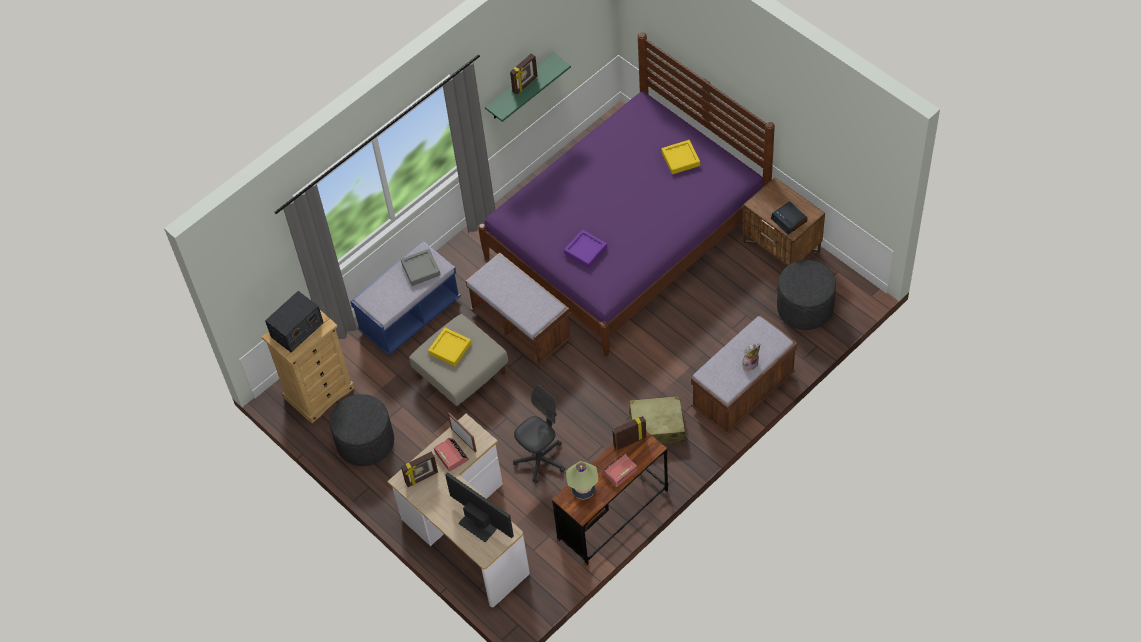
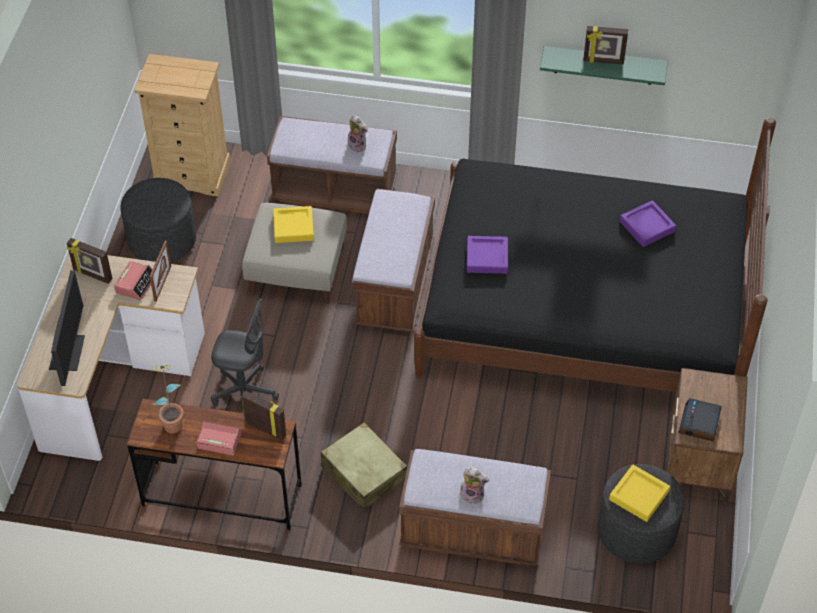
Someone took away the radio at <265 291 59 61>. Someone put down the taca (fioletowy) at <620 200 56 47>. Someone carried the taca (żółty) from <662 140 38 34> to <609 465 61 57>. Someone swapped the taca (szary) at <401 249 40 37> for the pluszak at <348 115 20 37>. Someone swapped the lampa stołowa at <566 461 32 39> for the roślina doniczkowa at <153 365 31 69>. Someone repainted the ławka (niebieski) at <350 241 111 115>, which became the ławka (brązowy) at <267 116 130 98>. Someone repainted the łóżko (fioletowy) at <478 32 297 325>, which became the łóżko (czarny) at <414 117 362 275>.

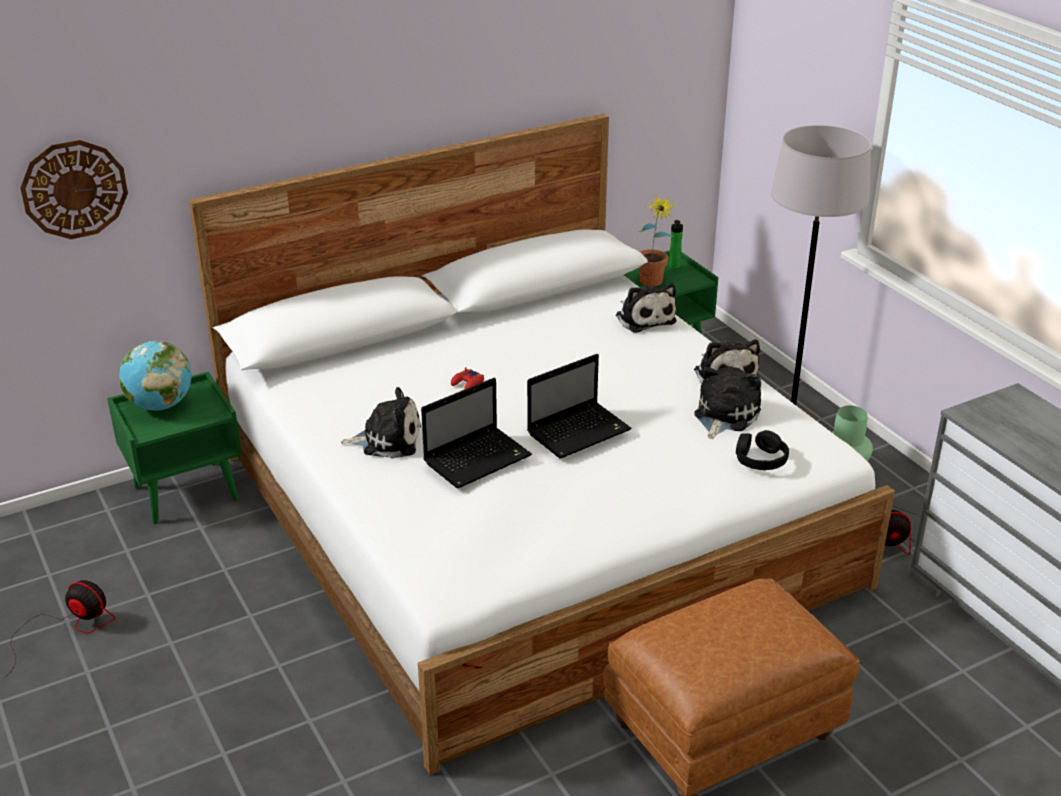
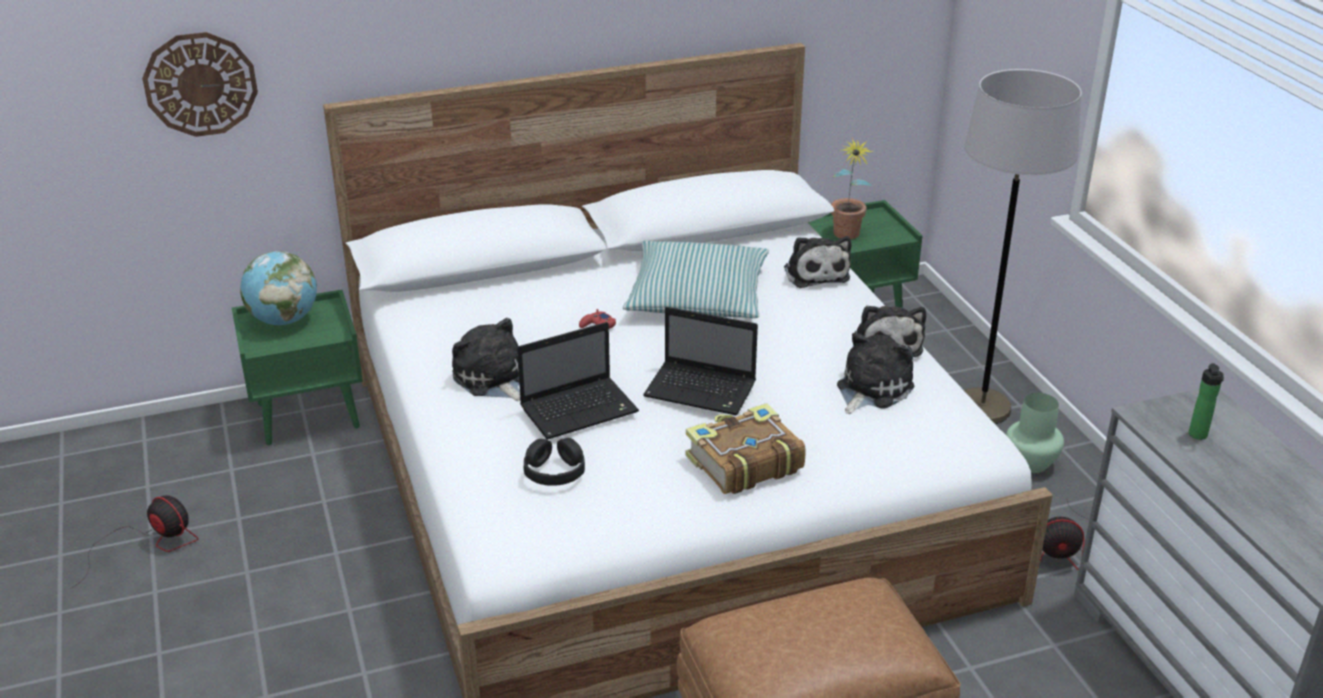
Someone put down the poduszka at <623 241 146 77>. Someone put down the książka at <686 403 120 91>. Someone carried the butelka from <669 220 14 49> to <1189 363 35 77>. Someone carried the słuchawki (czarny) from <736 430 53 40> to <524 438 61 48>. Someone rotated the pluszak at <340 387 81 72> by 135 degrees counterclockwise. Someone rotated the laptop at <527 354 105 104> by 45 degrees clockwise.

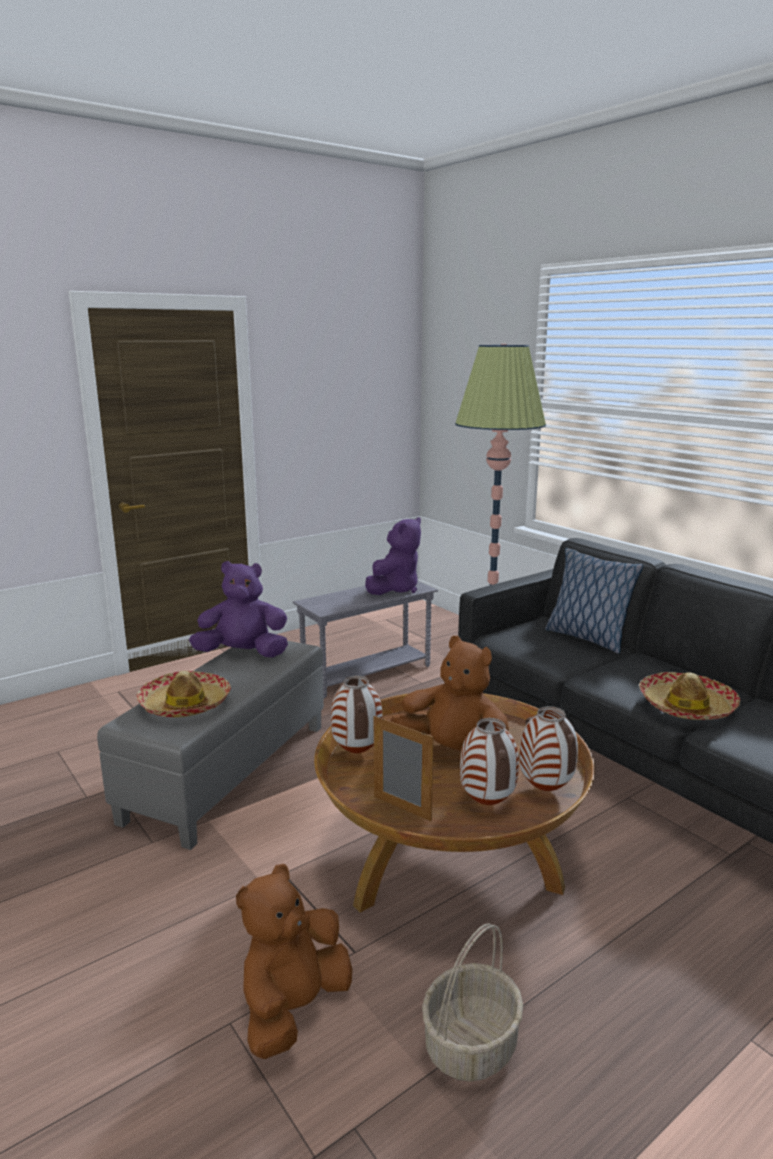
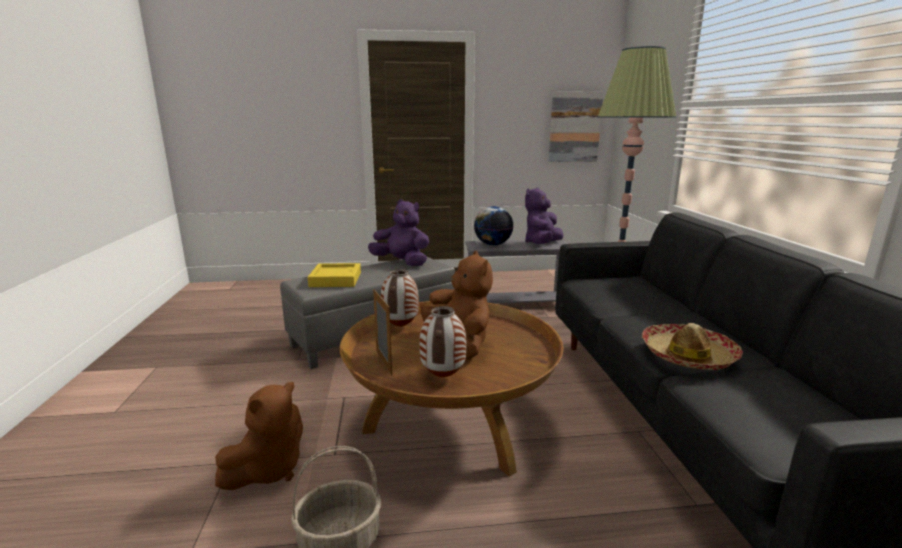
Someone took away the wazon at <520 706 58 85>. Someone took away the poduszka at <545 548 98 105>. Someone put down the globus at <474 206 39 39>. Someone put up the obraz at <549 91 55 71>. Someone swapped the kapelusz at <136 671 95 47> for the taca (żółty) at <308 263 53 24>. Someone rotated the pluszak (brązowy) at <236 864 117 195> by 150 degrees clockwise. Someone rotated the pluszak (fioletowy) at <365 517 56 78> by 150 degrees clockwise.

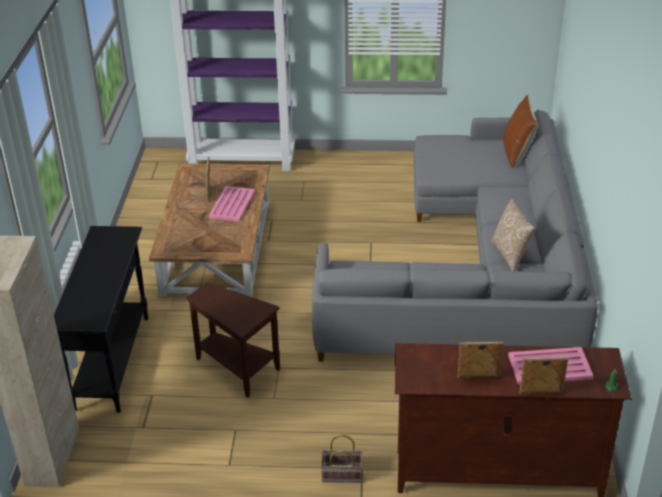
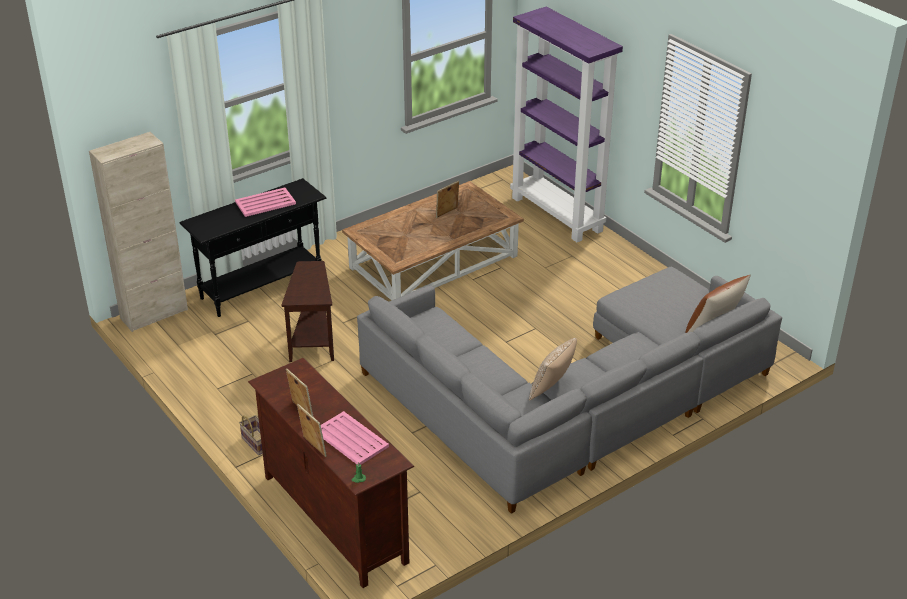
Someone carried the taca (różowy) from <209 186 46 36> to <235 187 61 30>.

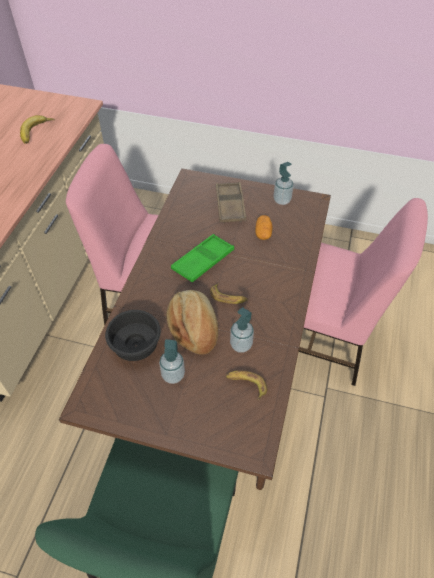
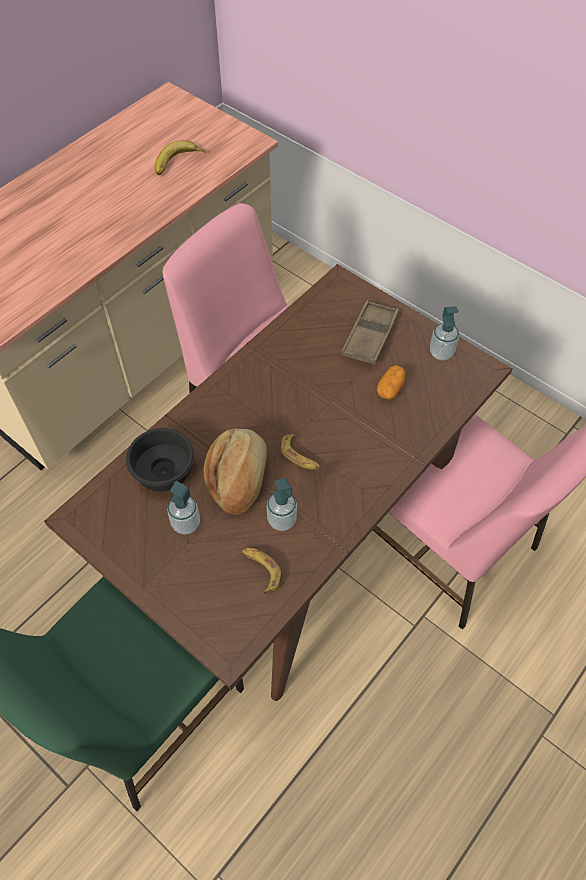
Someone took away the taca (zielony) at <171 234 63 48>.

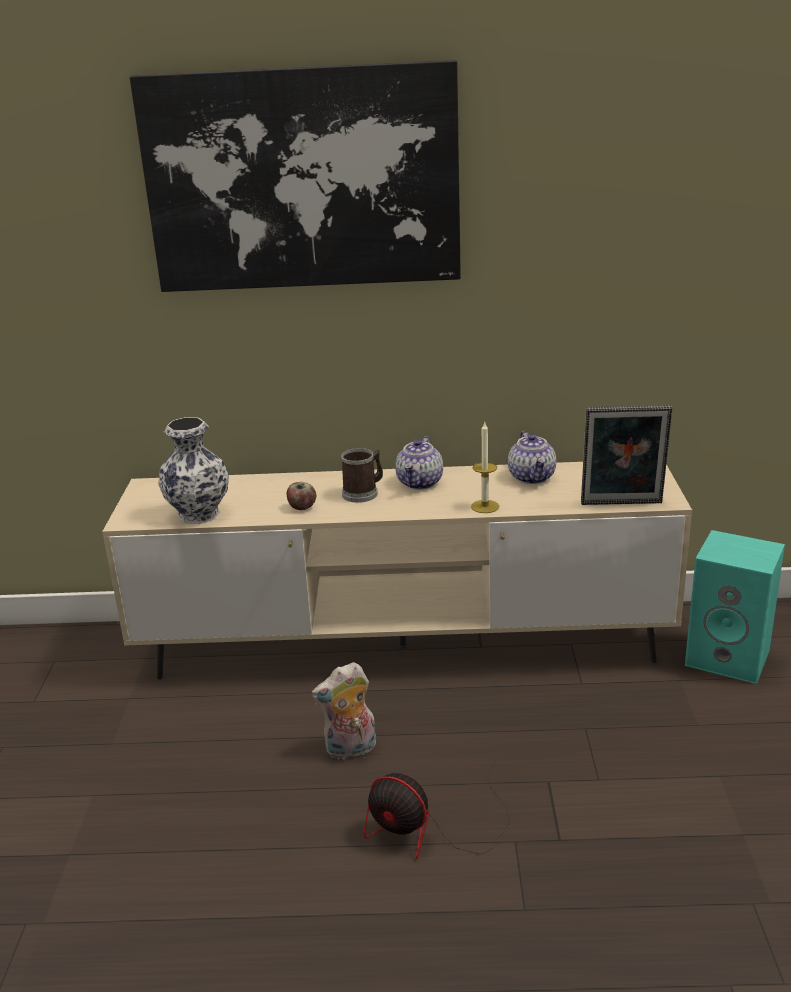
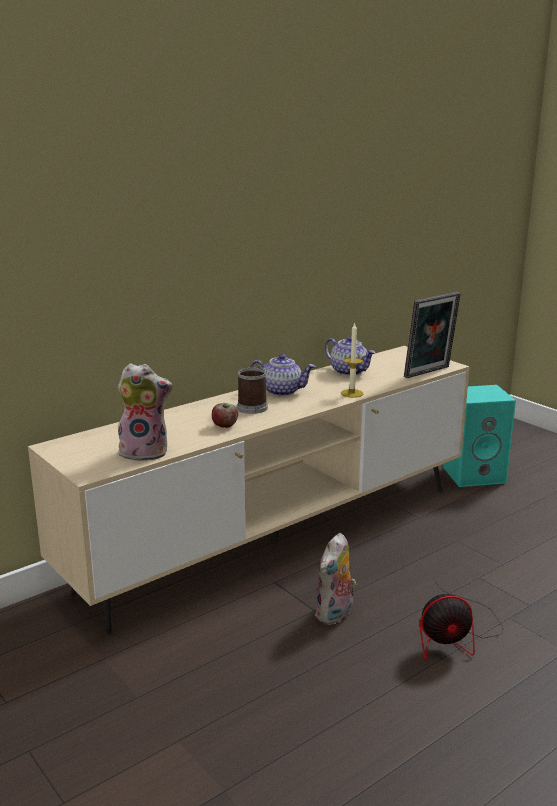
Someone took away the obraz at <130 60 331 232>. Someone swapped the wazon at <158 417 71 107> for the pluszak at <118 363 55 98>. Someone rotated the imbryk at <395 436 48 54> by 60 degrees counterclockwise.

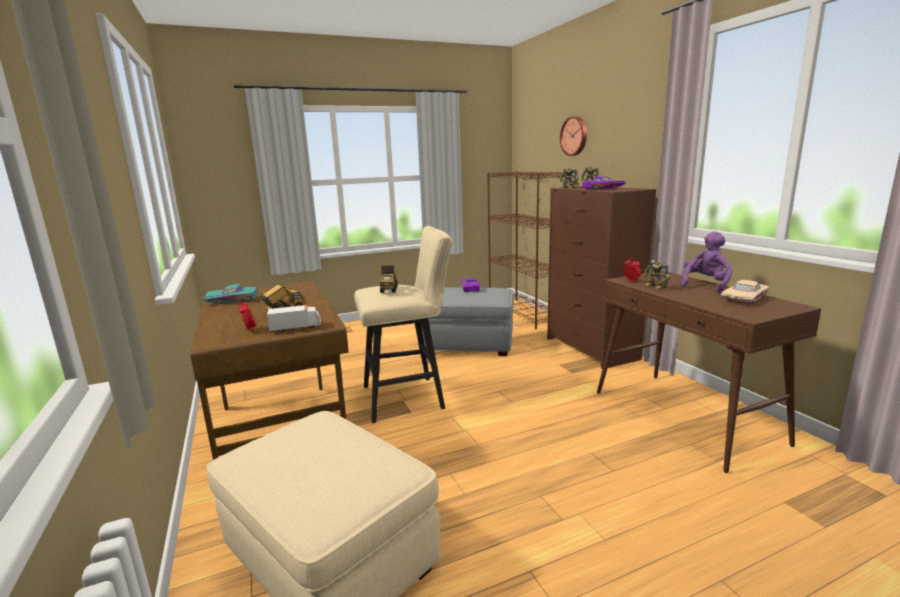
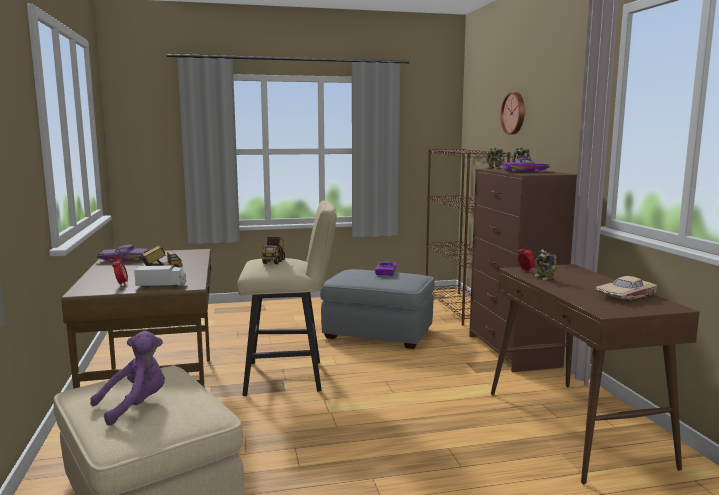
Someone carried the pluszak (fioletowy) from <681 231 52 62> to <90 331 75 95>. Someone repainted the samochodzik (turkusowy) at <202 284 56 20>, which became the samochodzik (fioletowy) at <96 245 53 17>.

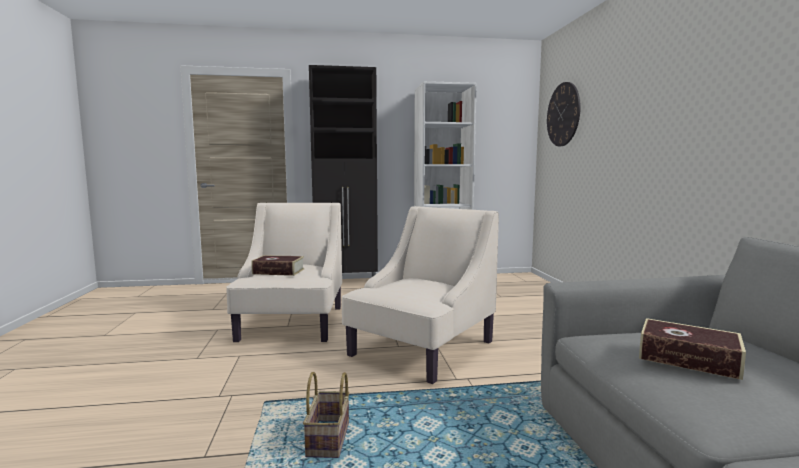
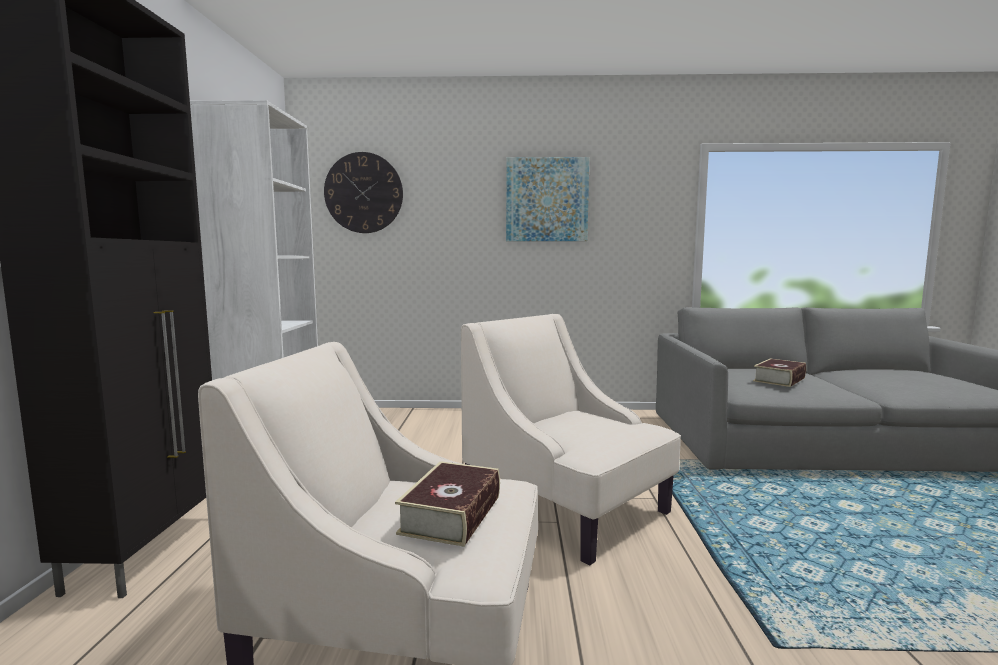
Someone took away the koszyk at <303 372 46 86>. Someone put up the obraz at <506 157 83 84>.

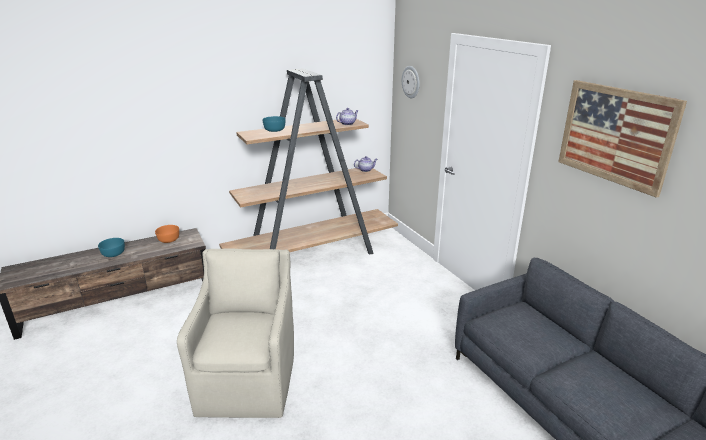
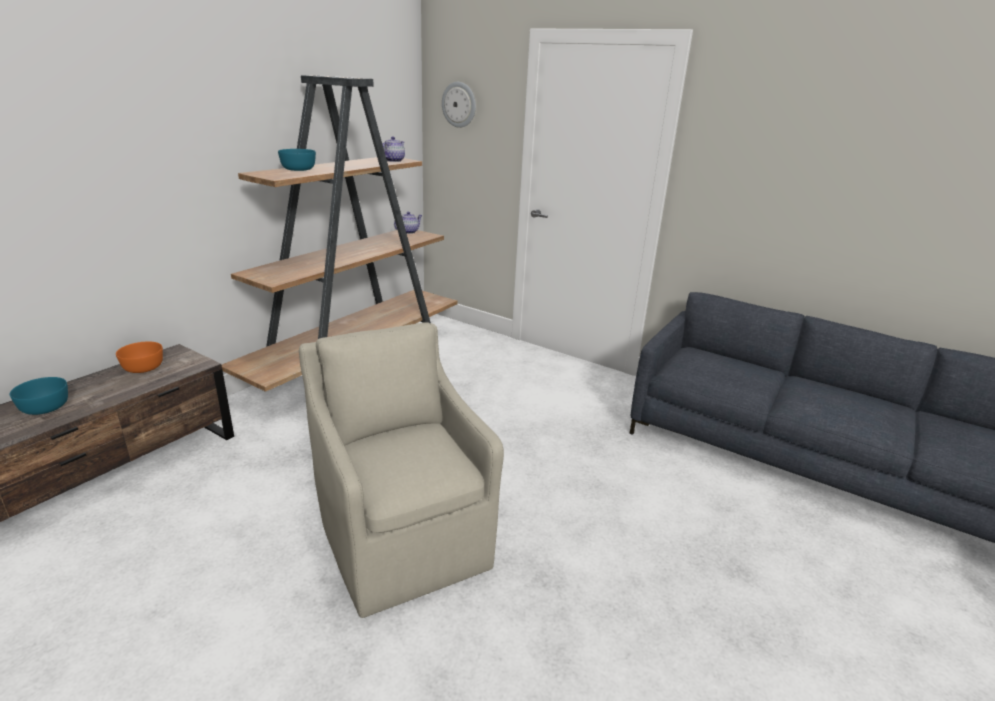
Someone took away the obraz at <558 80 129 118>.

